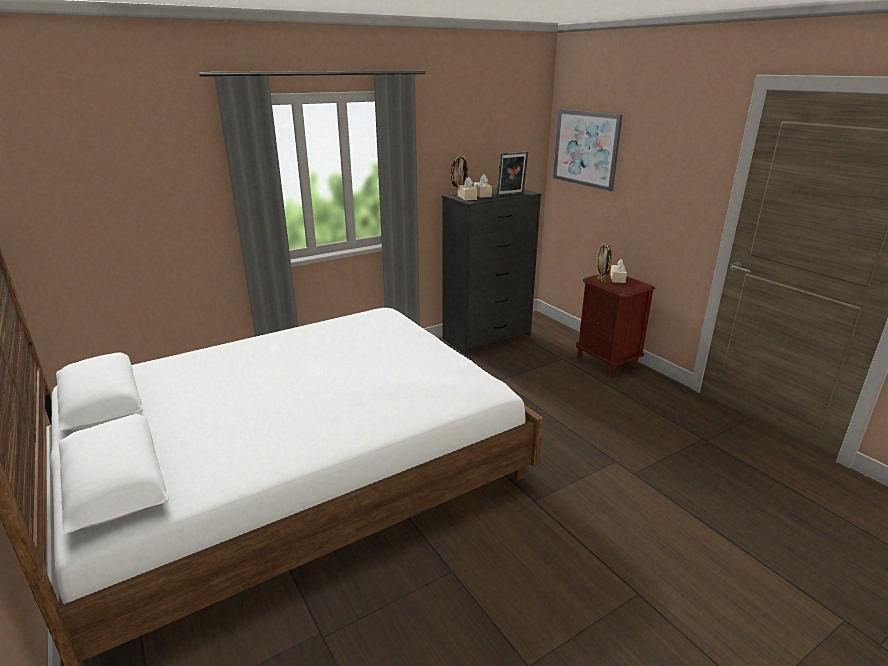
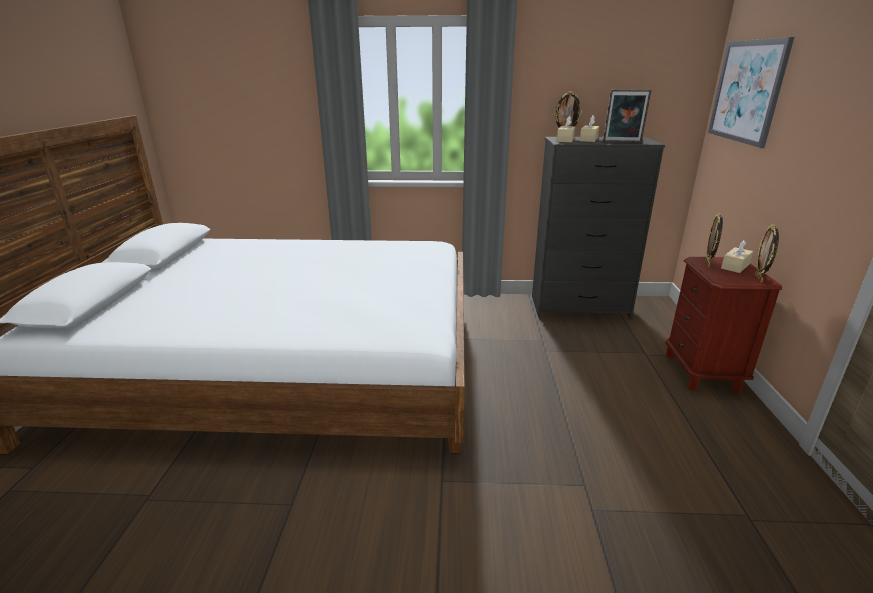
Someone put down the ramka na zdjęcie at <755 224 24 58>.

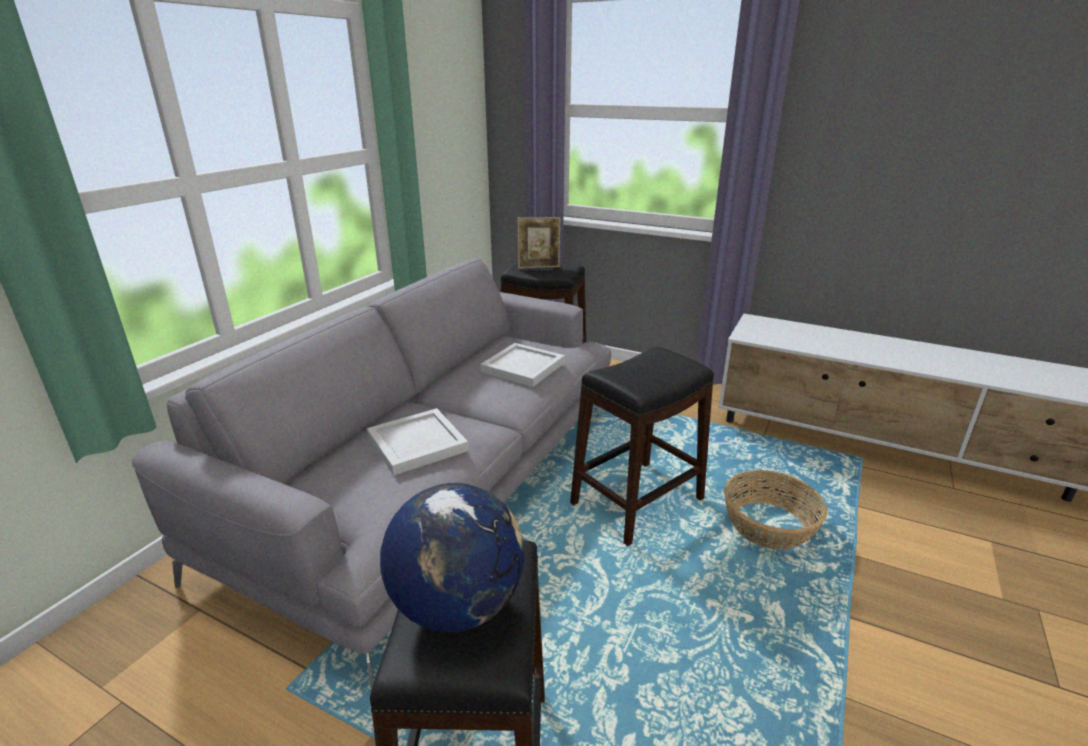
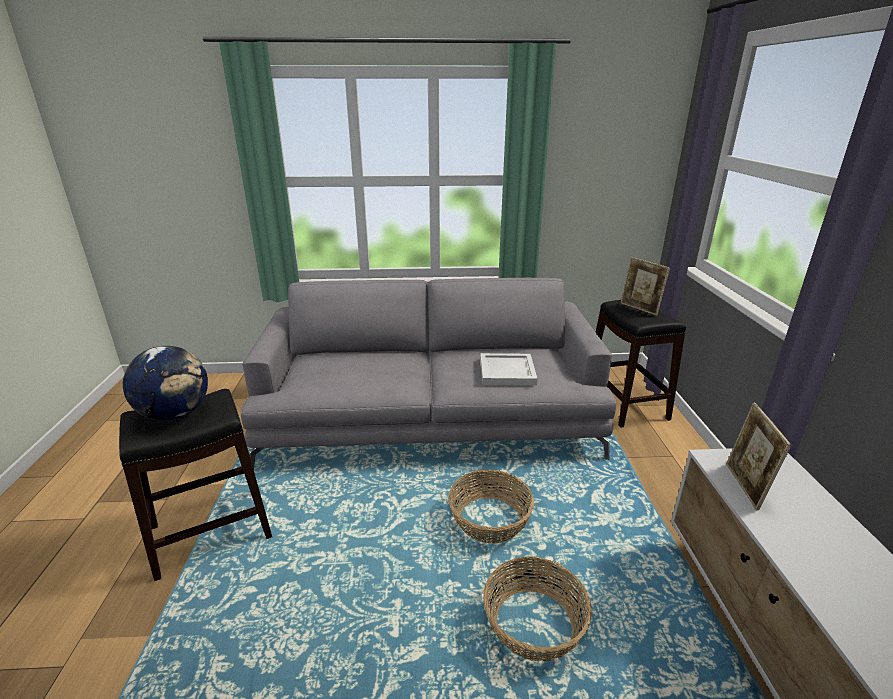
Someone took away the taca (biały) at <367 408 102 67>. Someone put down the ramka na zdjęcie at <726 403 66 107>. Someone swapped the stołek (czarny) at <570 347 144 199> for the koszyk at <448 470 86 74>.

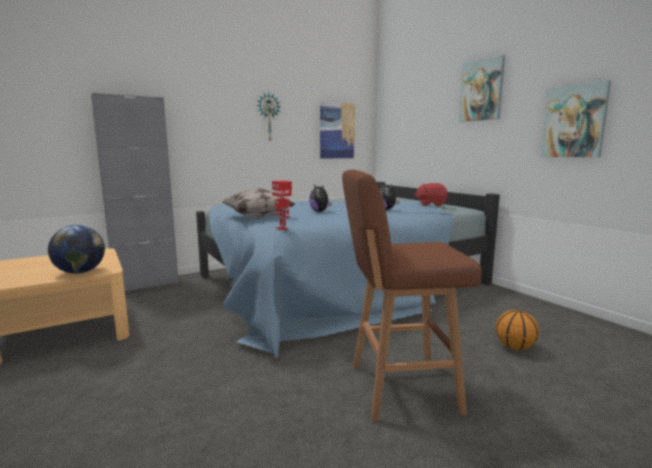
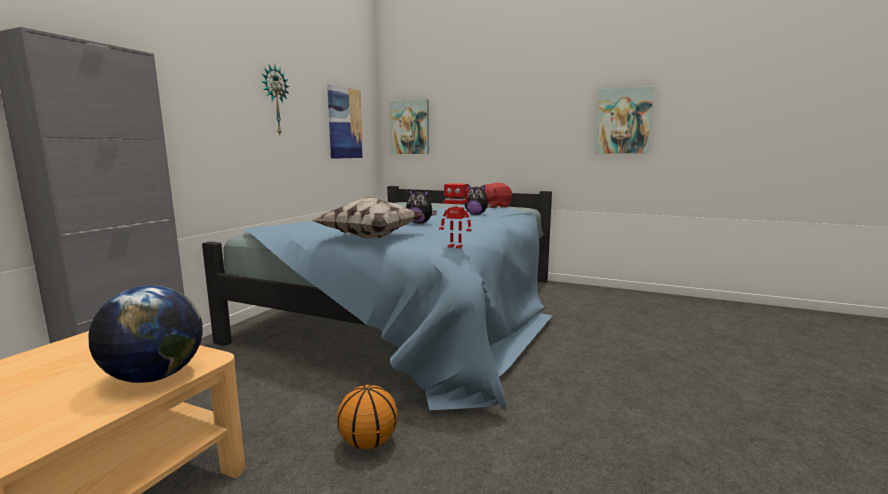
Someone took away the stołek (brązowy) at <342 170 140 252>. Someone carried the obraz from <459 55 46 67> to <389 99 40 55>. Someone carried the piłka do koszykówki from <496 309 43 41> to <337 385 61 64>.

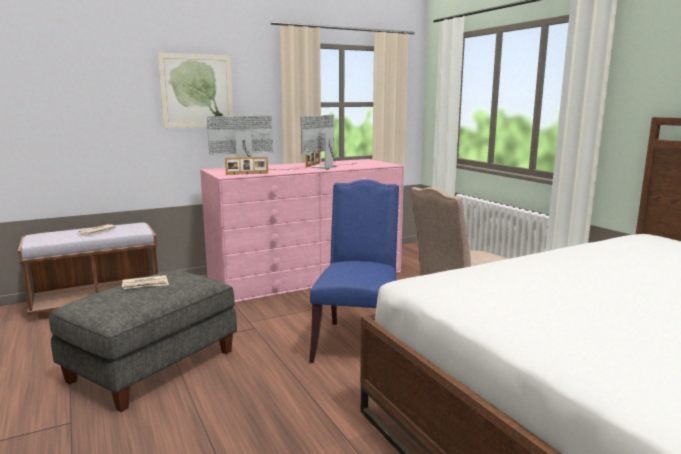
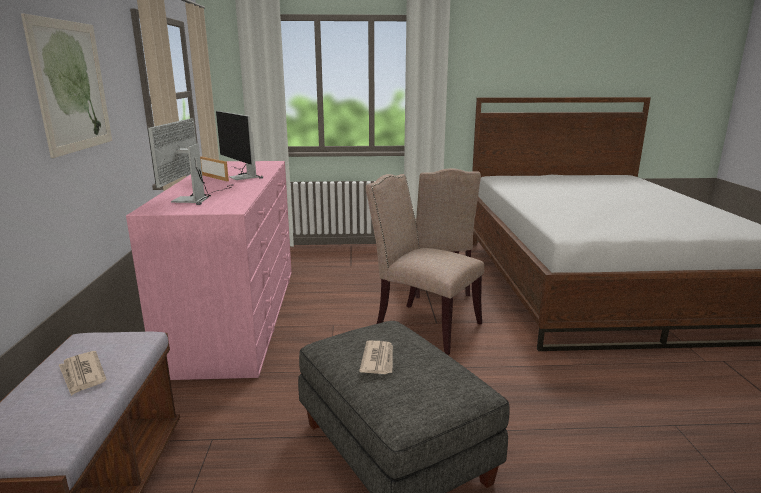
Someone took away the ramka na zdjęcie at <225 157 43 18>. Someone repainted the krzesło (niebieski) at <309 179 90 184>, which became the krzesło (beżowy) at <366 174 118 181>.

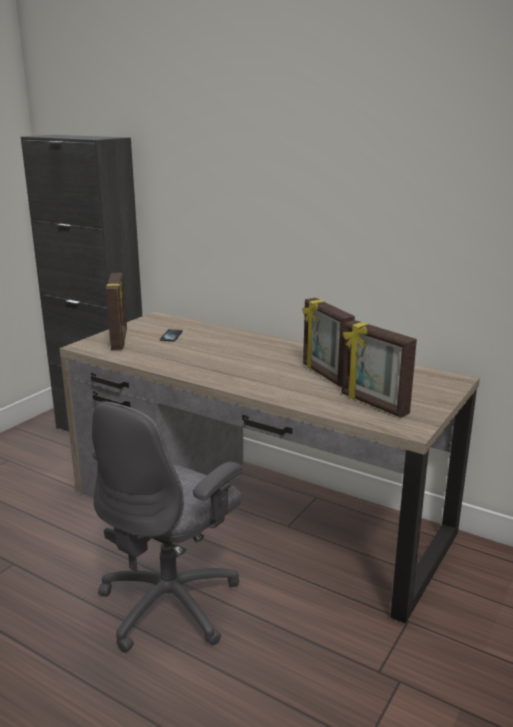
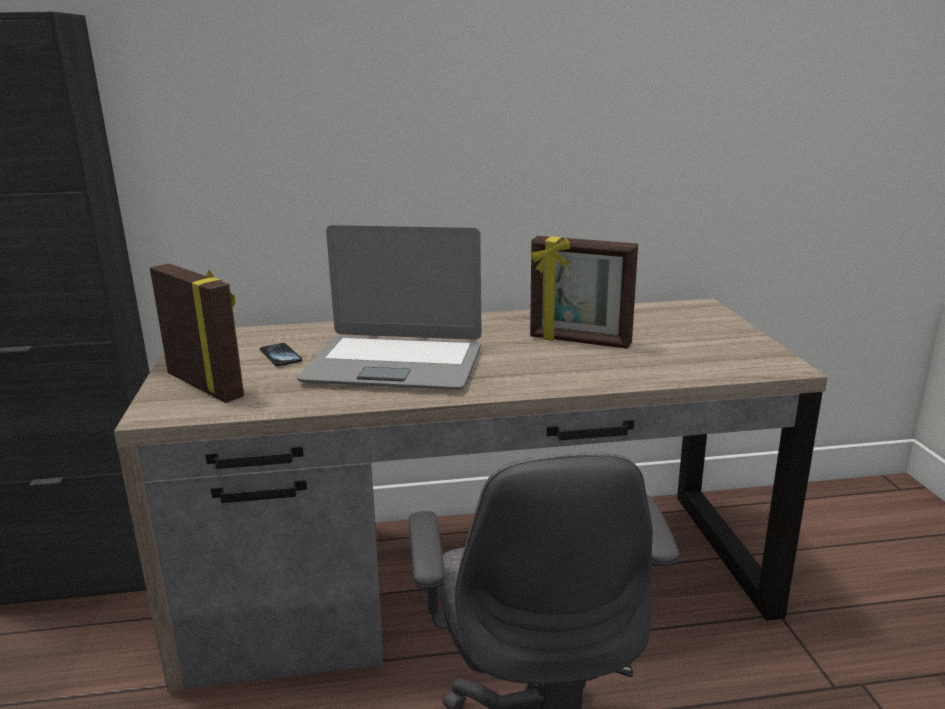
Someone took away the ramka na zdjęcie at <342 320 75 97>. Someone put down the laptop at <297 225 185 165>.

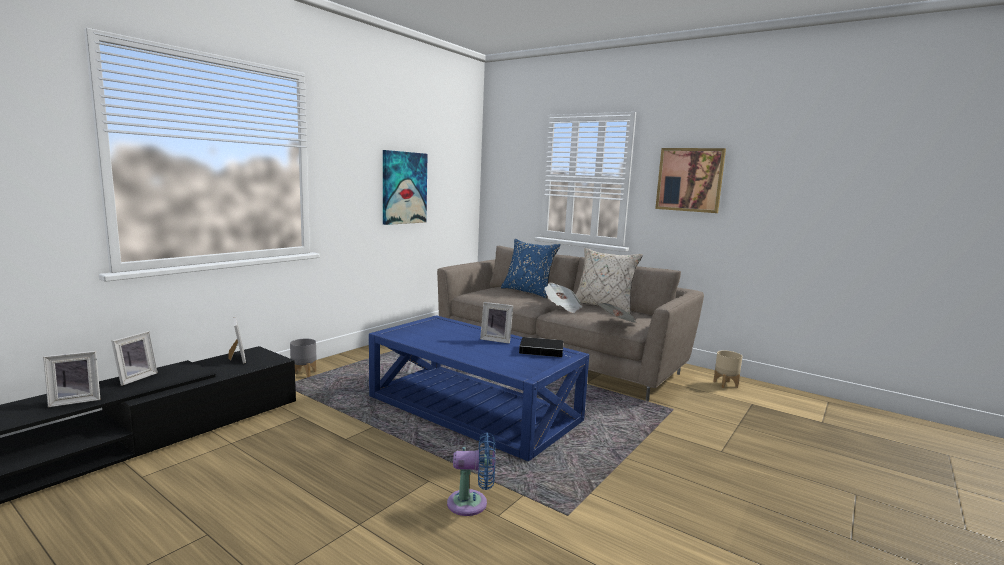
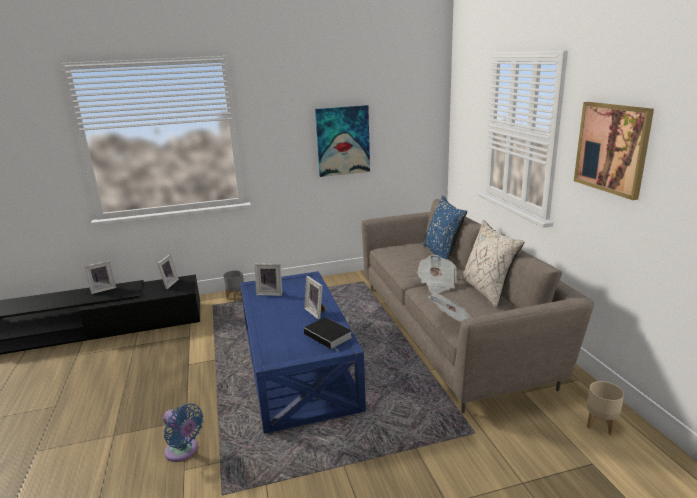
Someone carried the ramka na zdjęcie from <43 351 57 56> to <254 264 28 32>.

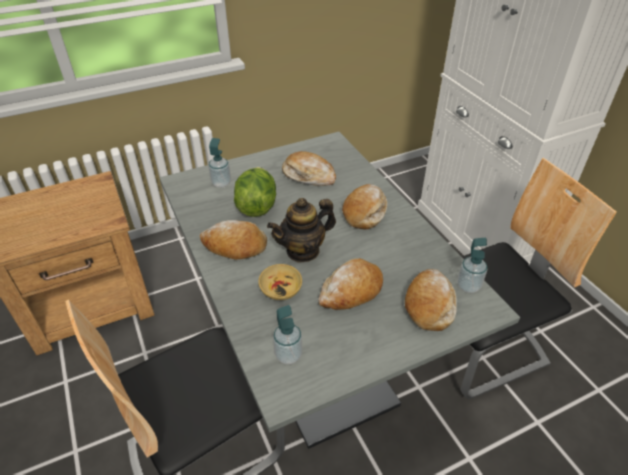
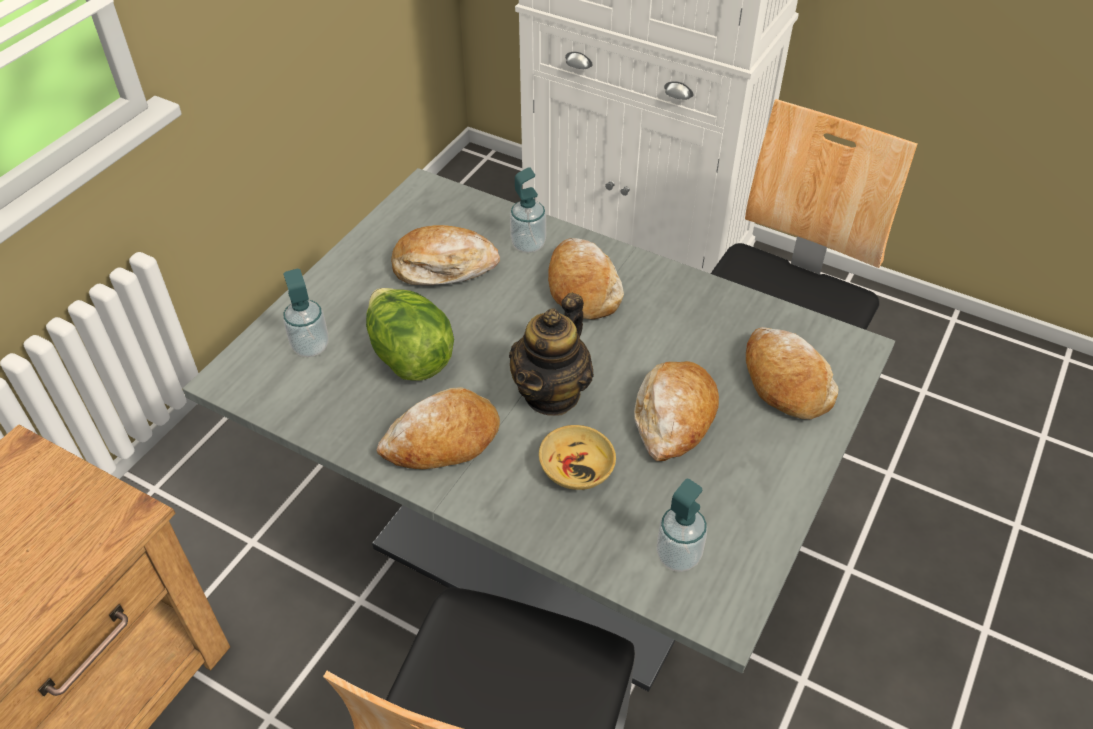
Someone carried the dozownik mydła from <457 238 30 55> to <510 167 36 86>.

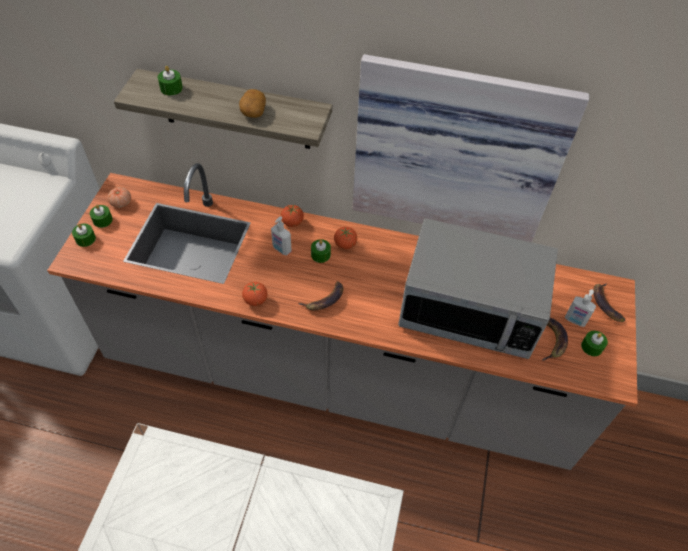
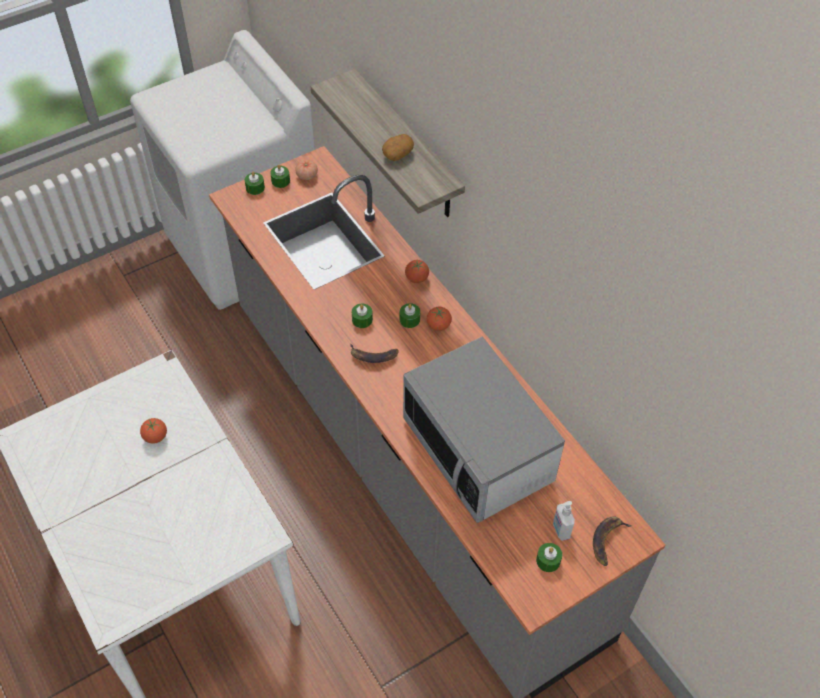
Someone took away the dozownik mydła at <271 216 21 39>. Someone took away the obraz at <353 54 236 188>. Someone took away the banan at <542 318 26 43>. Someone carried the świeca (zielony) from <158 66 25 30> to <352 304 21 24>. Someone carried the pomidor from <242 282 25 24> to <140 418 27 26>.

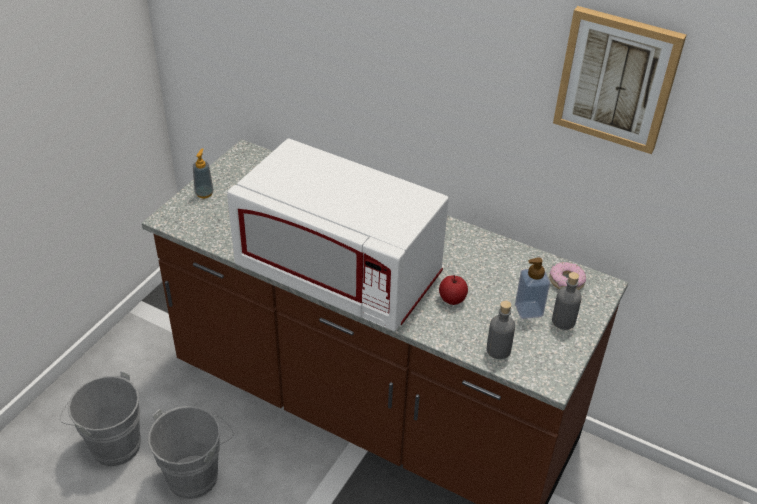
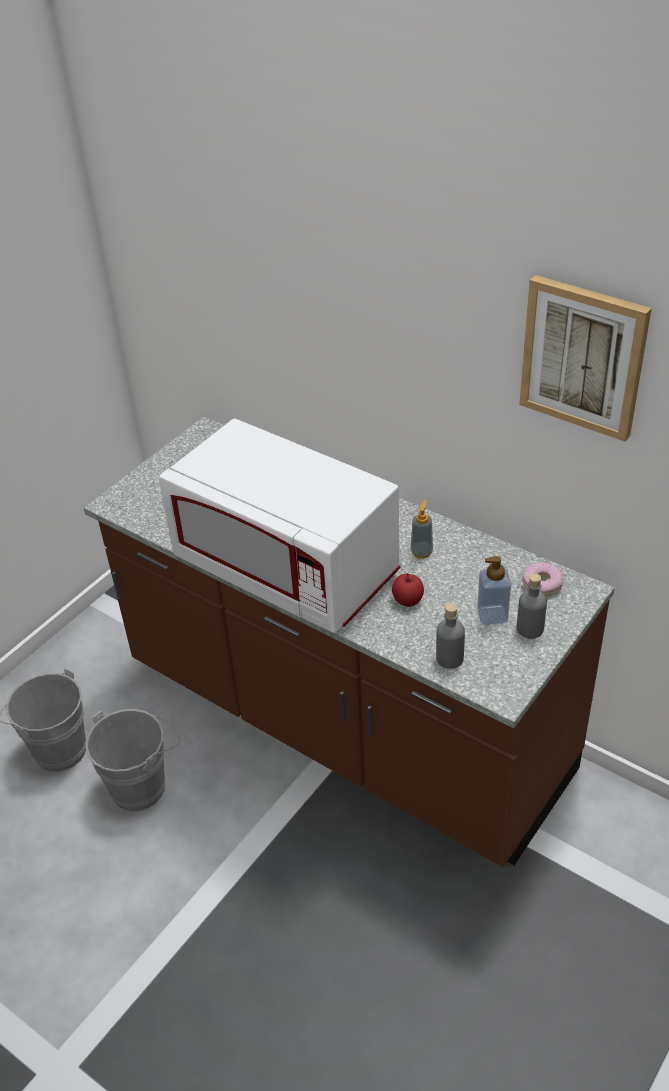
Someone carried the dozownik mydła from <193 148 21 50> to <410 500 23 59>.

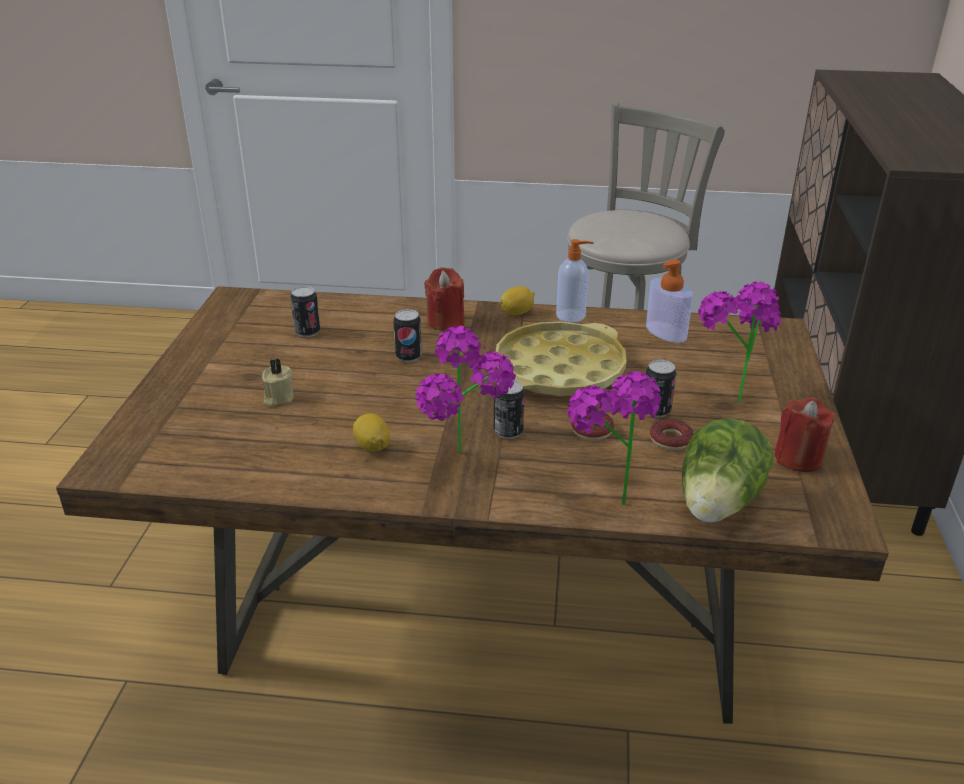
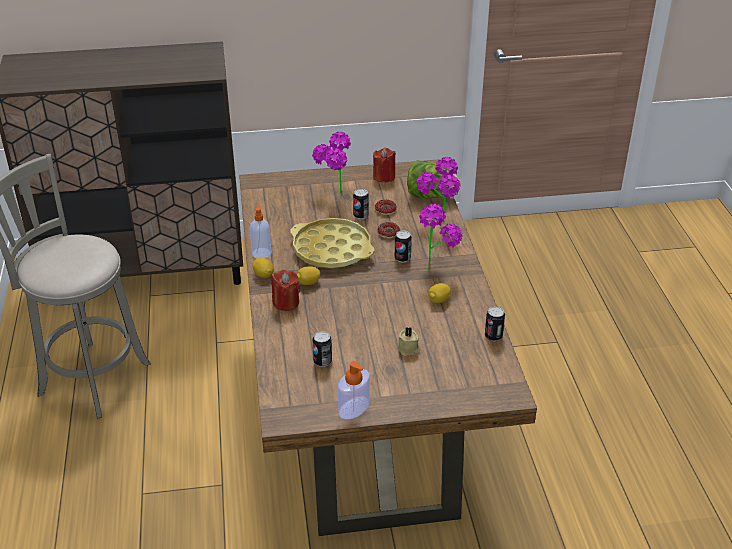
Someone put down the cytryna at <297 266 23 19>. Someone carried the puszka from <393 309 29 53> to <485 306 20 35>. Someone carried the dozownik mydła from <646 259 47 84> to <338 361 32 58>.

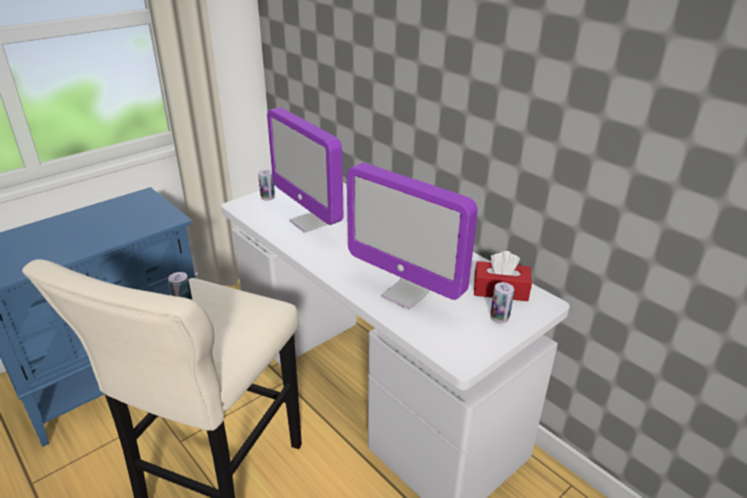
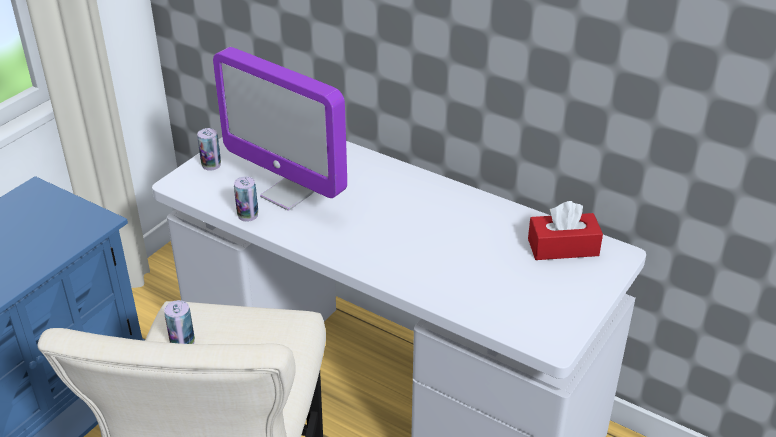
Someone took away the monitor at <347 163 131 147>. Someone carried the puszka from <490 282 24 41> to <234 176 24 46>.

